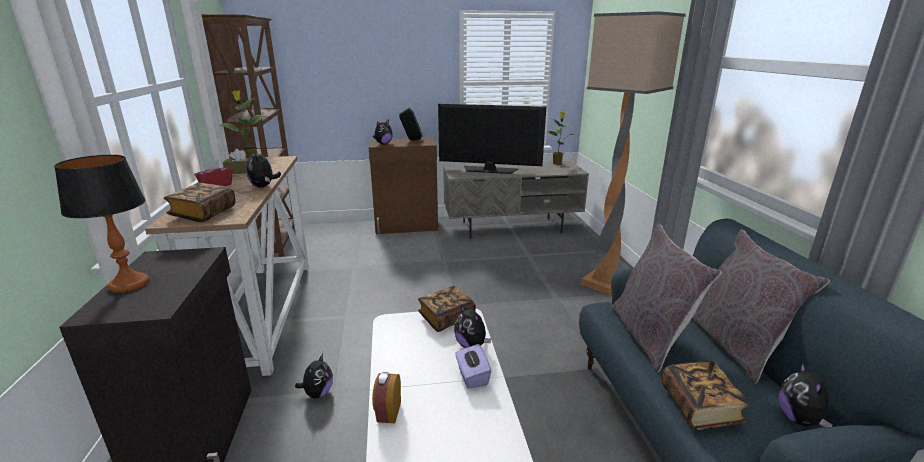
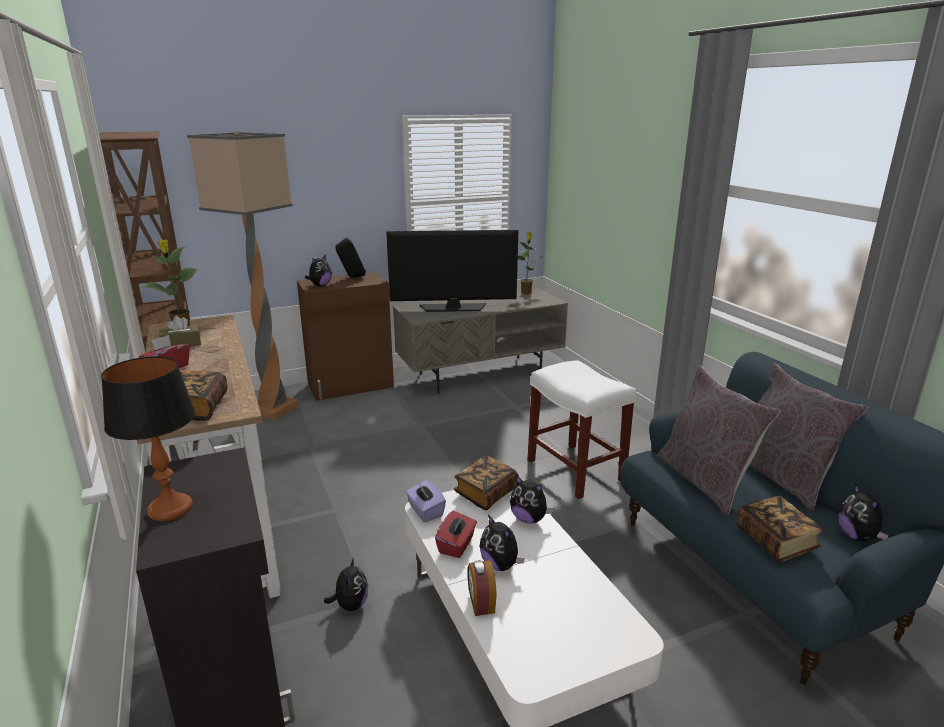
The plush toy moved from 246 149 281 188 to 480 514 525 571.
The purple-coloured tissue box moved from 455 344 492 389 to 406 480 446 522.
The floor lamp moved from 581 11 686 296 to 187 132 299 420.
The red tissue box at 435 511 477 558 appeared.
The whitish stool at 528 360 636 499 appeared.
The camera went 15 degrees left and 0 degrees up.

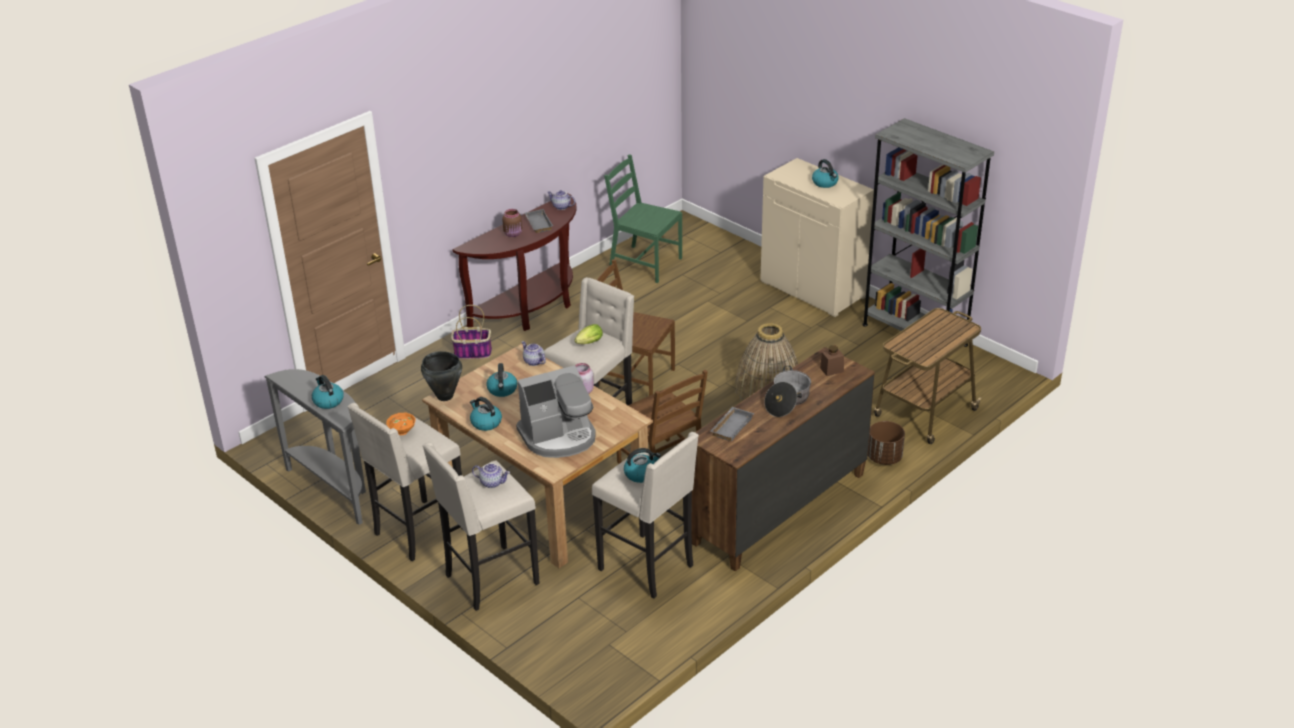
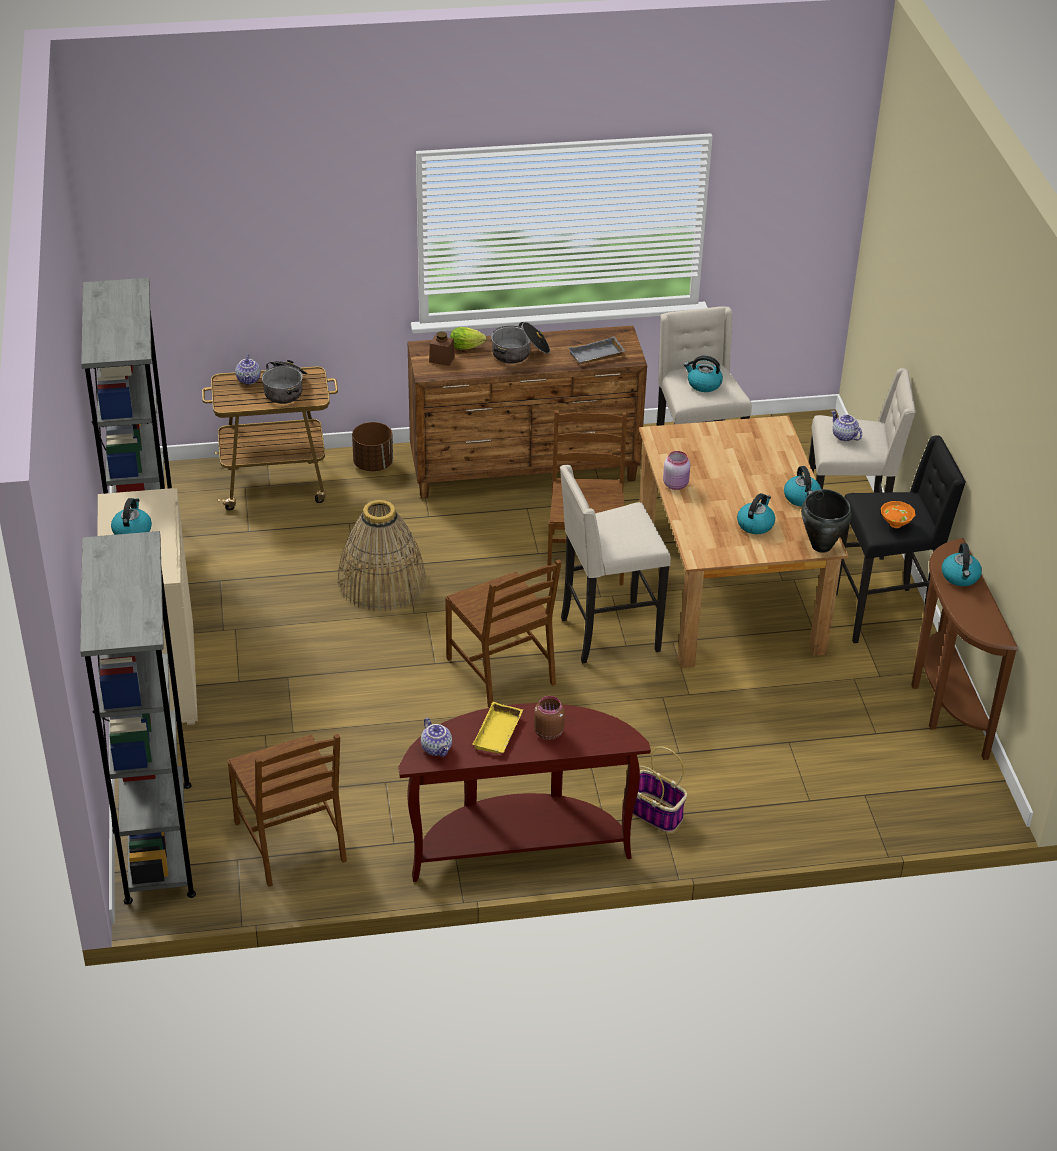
The grey console table at 265 369 366 525 became the brown console table at 911 538 1018 760.
The beige stool at 348 403 464 561 became the black stool at 836 435 966 643.
The coffee machine at 516 365 596 458 disappeared.
The teapot moved from 522 341 546 366 to 235 354 261 385.
The grey tray at 524 209 553 233 became the yellowish tray at 472 702 523 754.
The lettuce head moved from 574 324 603 344 to 450 327 487 349.
The green upright chair at 604 154 682 283 became the brown upright chair at 228 734 347 887.
The grey bookshelf at 80 531 196 904 appeared.
The cooking pot at 262 360 307 404 appeared.
The camera went 145 degrees left and 5 degrees up.

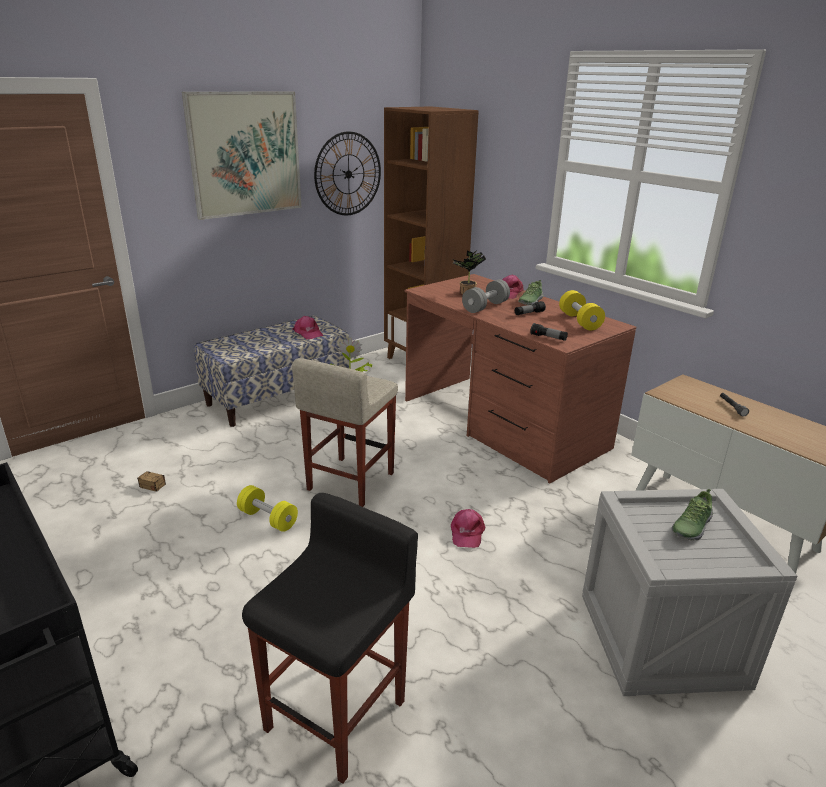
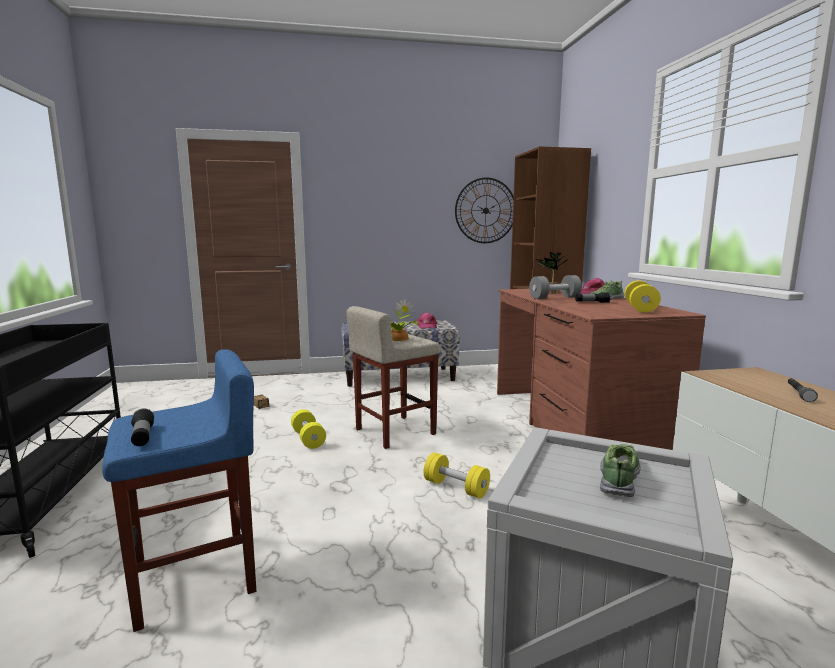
The picture at 182 92 302 220 disappeared.
The black stool at 242 493 418 784 became the blue-coloured stool at 102 349 256 632.
The pink-coloured peaked cap at 451 509 486 548 was replaced by the yellowish free weight at 424 452 490 499.
The flashlight moved from 530 323 568 341 to 131 408 154 446.
The shoe at 671 489 713 540 turned 135 degrees clockwise.
The camera went 30 degrees right and 15 degrees down.

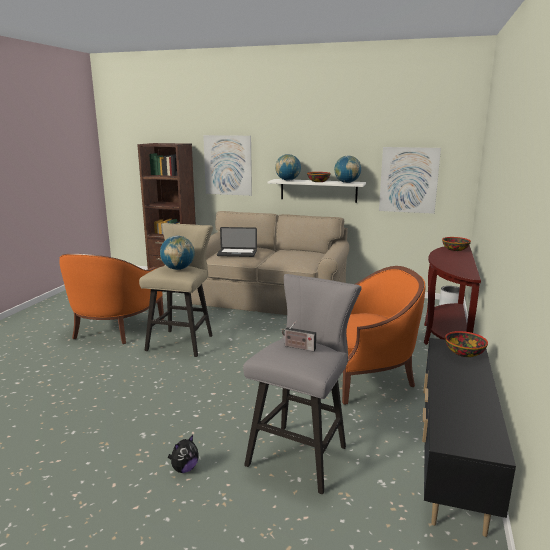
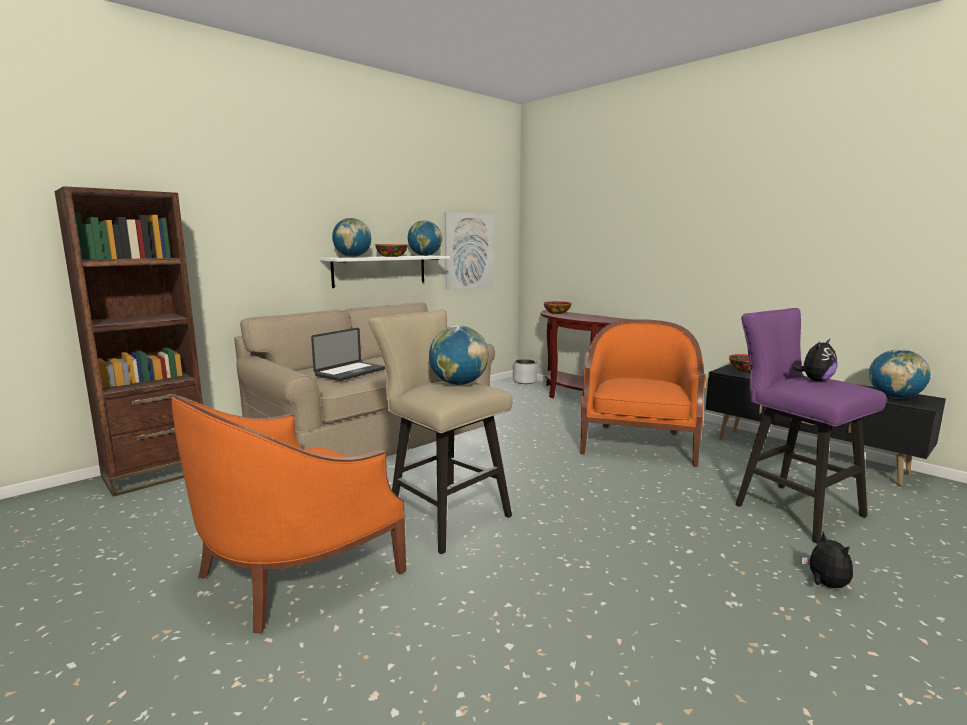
The orange easy chair at 59 254 164 344 turned 90 degrees clockwise.
The picture at 203 135 252 196 disappeared.
The grey stool at 243 274 362 495 became the purple-coloured stool at 736 308 887 544.
The radio receiver at 282 320 316 352 was replaced by the plush toy at 792 339 837 381.
The world globe at 869 349 931 399 appeared.
The camera went 60 degrees left and 5 degrees down.

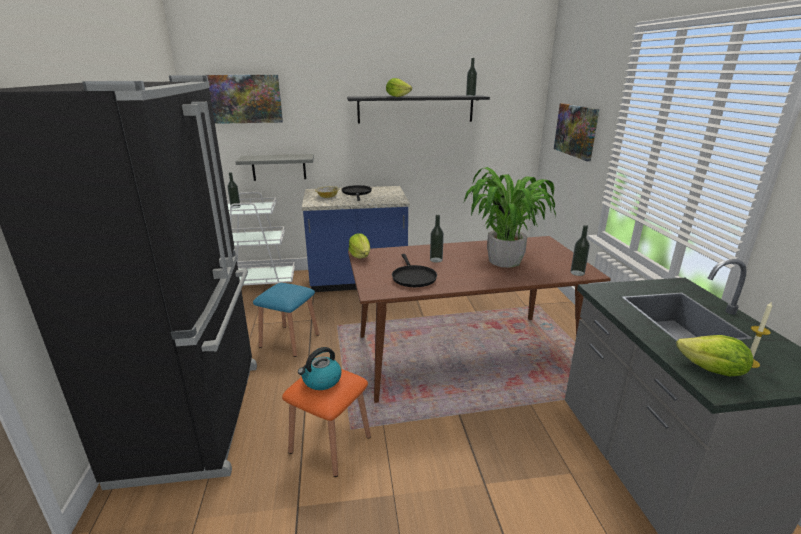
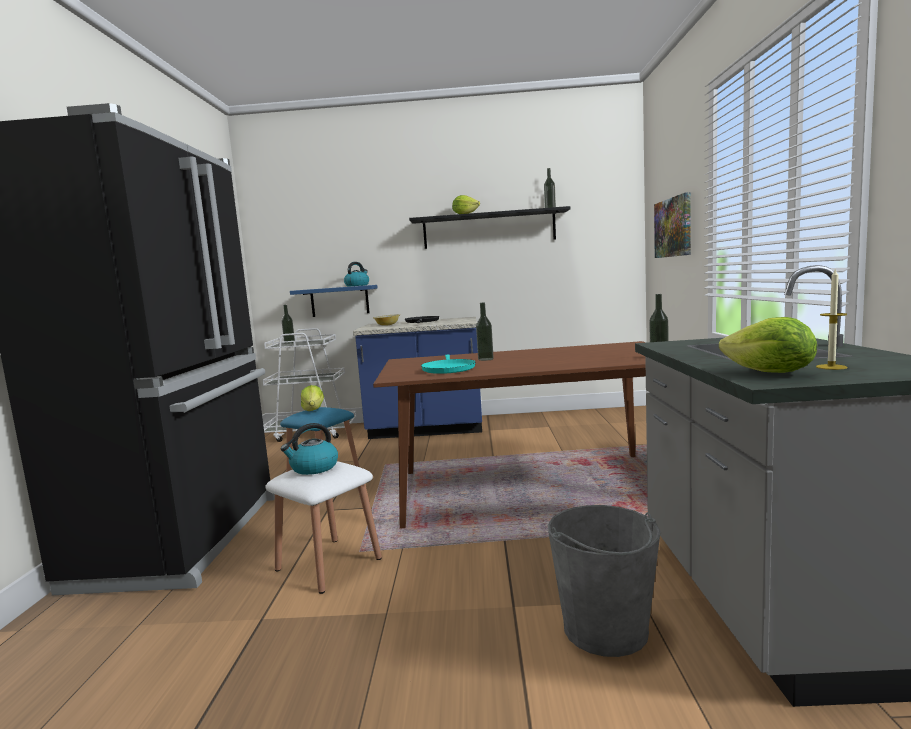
The picture at 207 75 283 124 disappeared.
The grey bracket shelf at 235 154 314 181 became the blue-coloured bracket shelf at 290 285 378 317.
The orange stool at 282 369 371 477 became the whitish stool at 265 461 382 594.
The lettuce head moved from 349 233 370 258 to 301 385 324 411.
The black frying pan at 392 254 437 287 became the turquoise frying pan at 421 354 476 374.
The plant in a pot at 463 167 556 268 disappeared.
The water kettle at 344 262 369 287 appeared.
The grey water bucket at 548 505 661 657 appeared.
The camera went 10 degrees right and 15 degrees down.

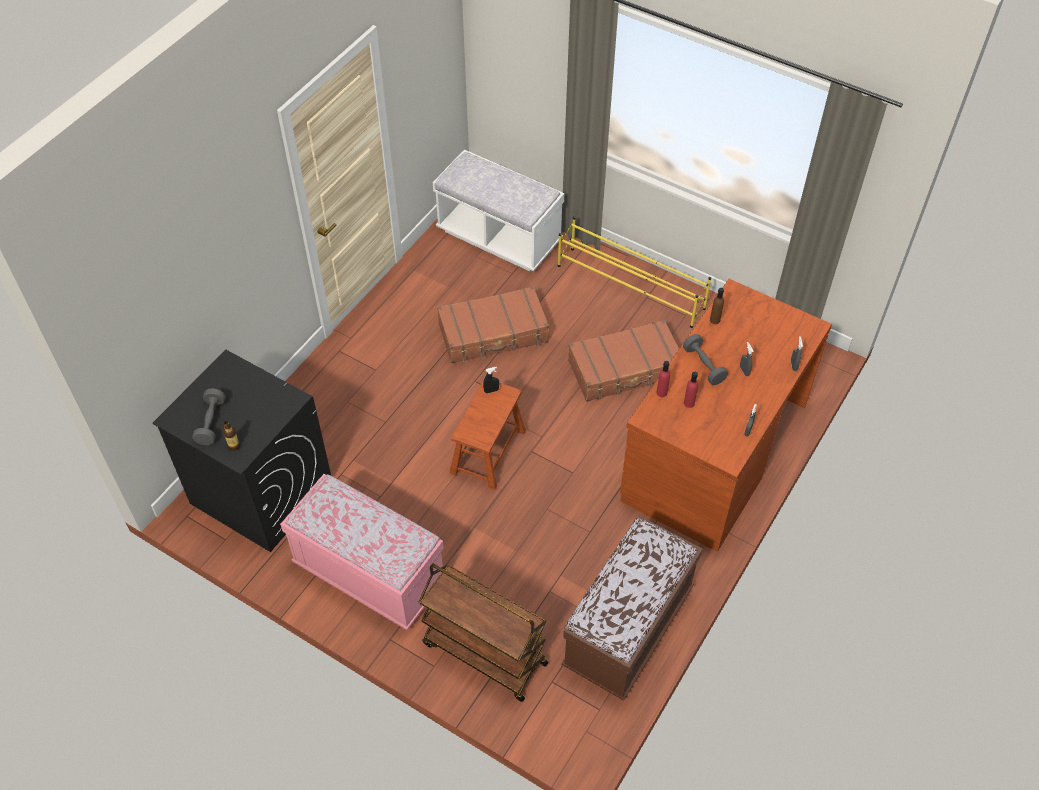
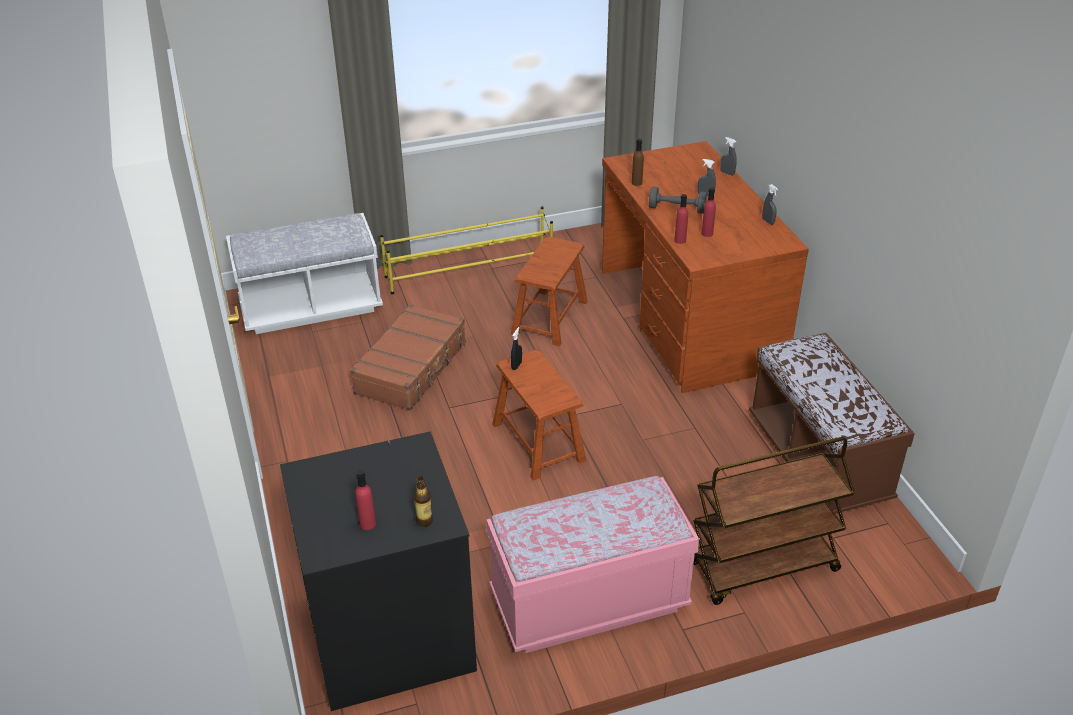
The grey free weight at 193 388 225 445 was replaced by the red bottle at 355 470 376 530.
The brown piece of luggage at 568 320 679 402 was replaced by the brown stool at 511 237 588 346.
The camera went 50 degrees left and 15 degrees down.

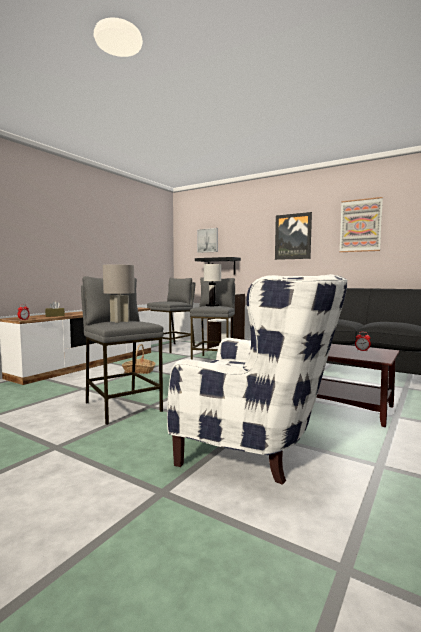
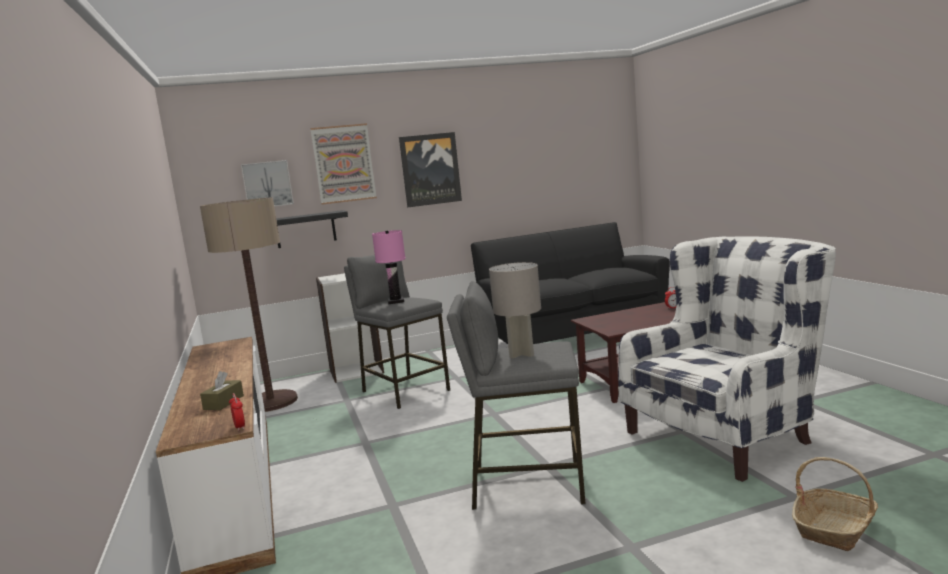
The basket moved from 122 344 156 374 to 792 457 878 551.
The grey stool at 147 278 196 353 was replaced by the floor lamp at 200 198 298 412.
The whitish lamp for a table at 204 263 221 307 became the pink-coloured lamp for a table at 372 230 406 304.
The picture moved from 339 197 383 252 to 310 123 377 205.
The camera went 50 degrees left and 5 degrees up.

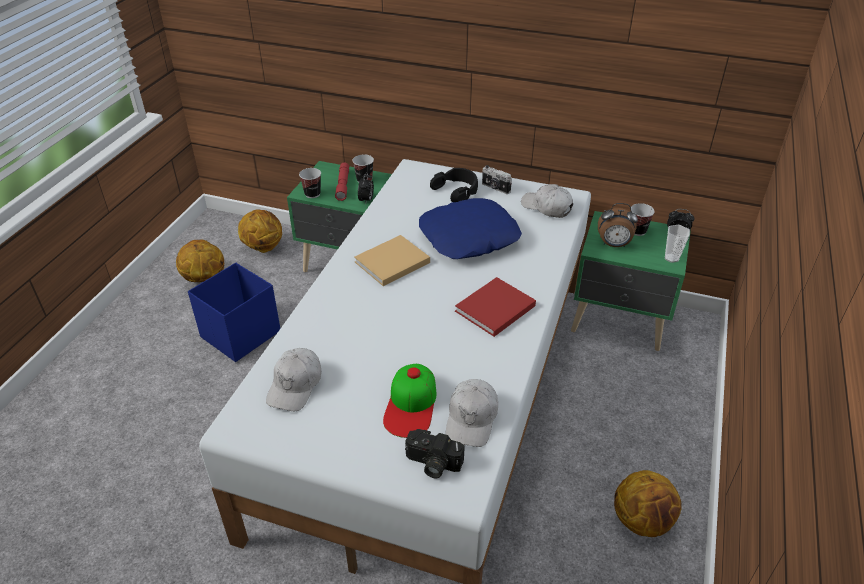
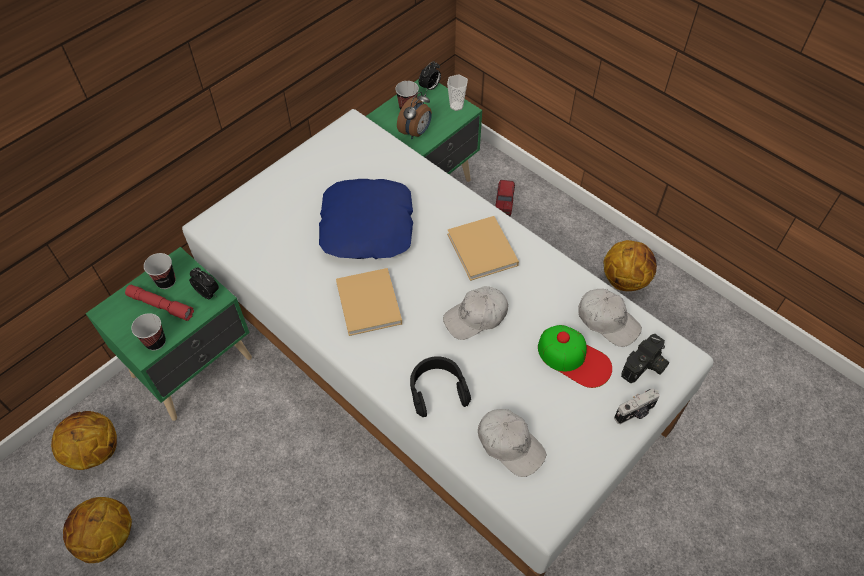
The blue-coloured storage bin at 188 263 280 362 disappeared.
The black headphones moved from 430 168 478 202 to 410 356 471 417.
The red bound book at 455 277 536 337 became the beige bound book at 447 216 519 281.
The still camera moved from 482 165 512 194 to 614 388 660 424.
The whitish peaked cap moved from 521 184 573 218 to 443 286 508 340.
The toy lorry at 495 180 515 216 appeared.
The camera went 65 degrees left and 15 degrees up.

